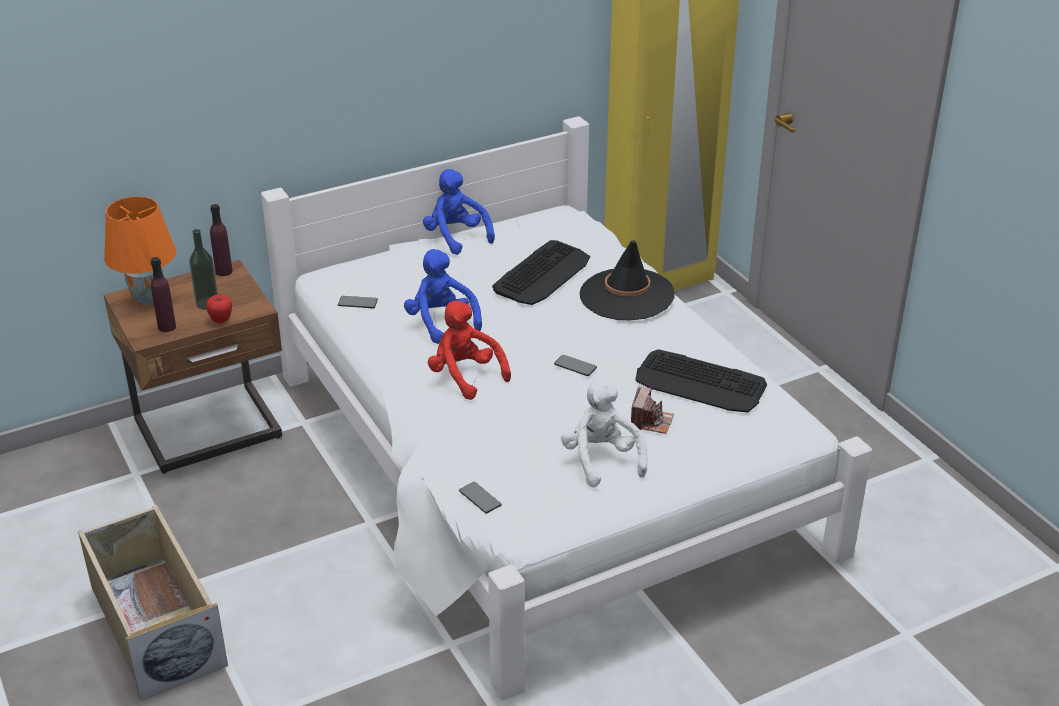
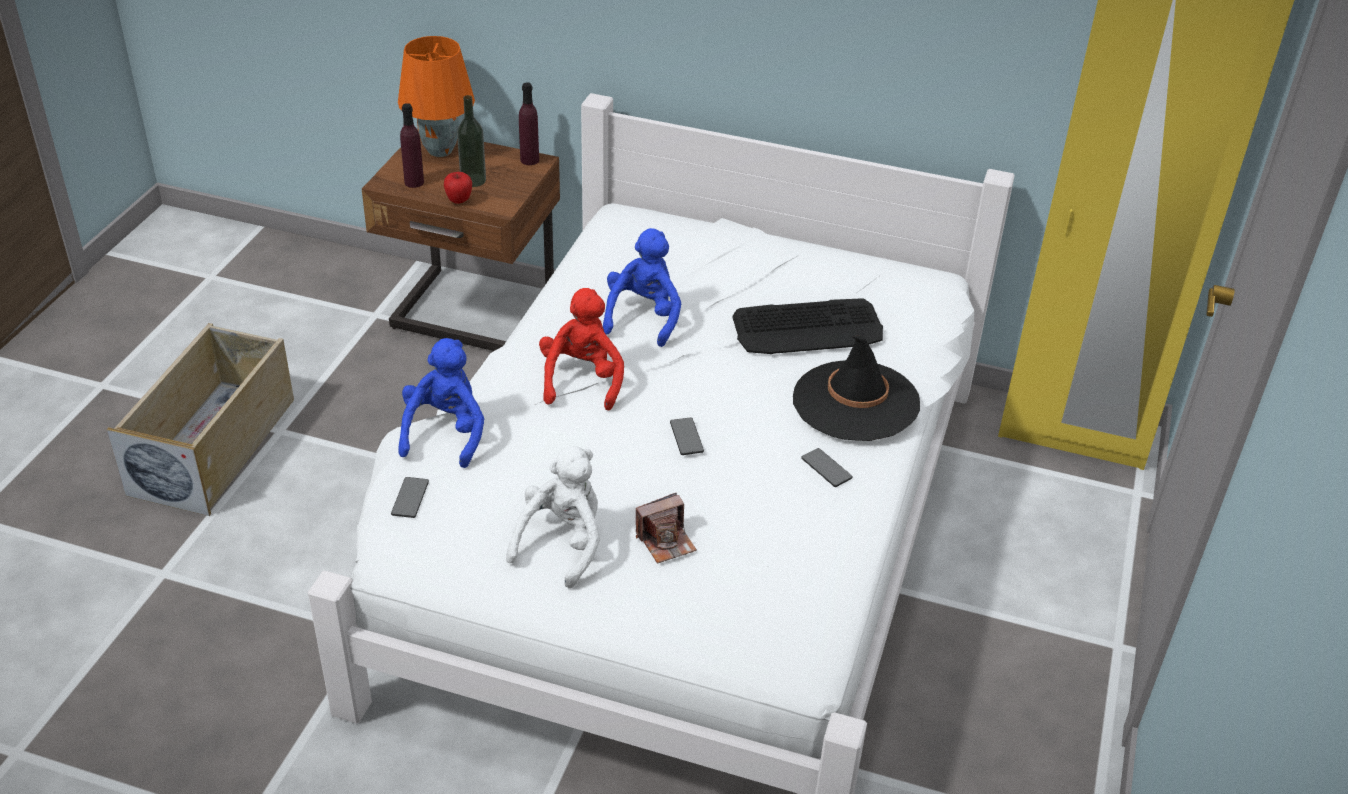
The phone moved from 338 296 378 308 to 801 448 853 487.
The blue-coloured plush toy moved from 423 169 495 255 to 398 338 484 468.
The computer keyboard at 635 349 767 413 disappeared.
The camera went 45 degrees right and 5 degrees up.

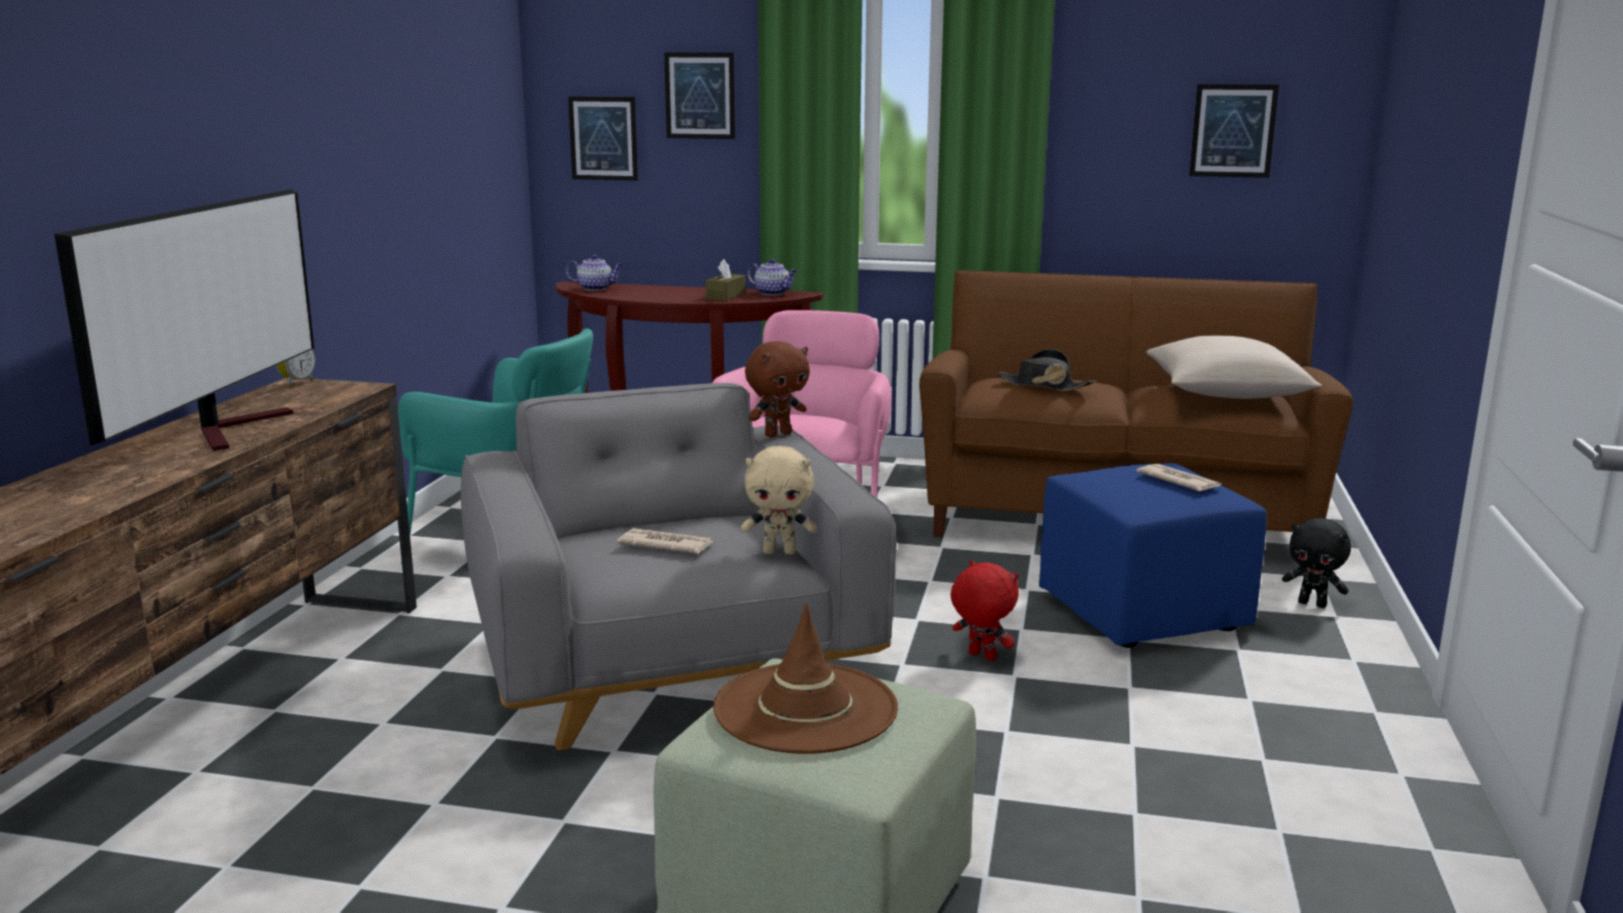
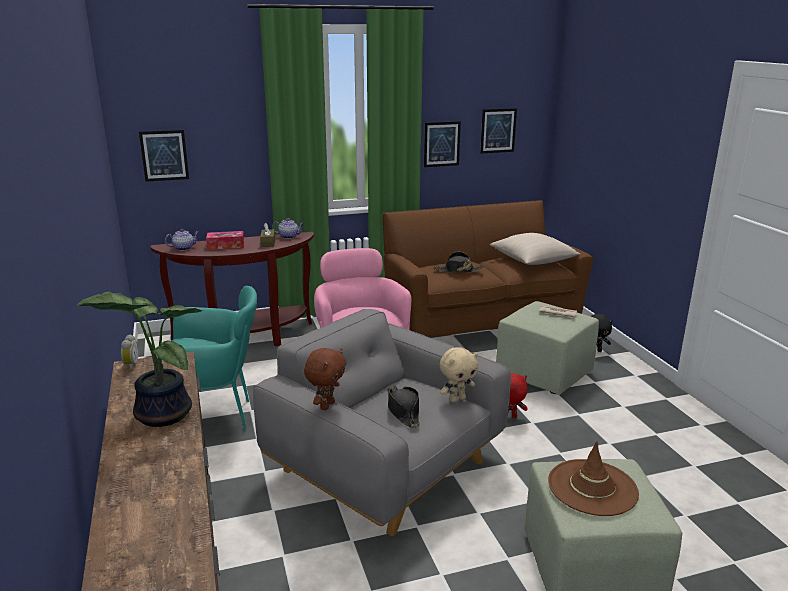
The television at 54 189 314 451 was replaced by the plant in a pot at 77 292 204 427.
The daily paper at 617 528 714 554 was replaced by the black clothing hat at 387 386 420 428.
The picture moved from 664 52 735 139 to 424 121 461 167.
The brown plush toy moved from 745 341 810 438 to 304 348 346 410.
The blue-coloured ottoman at 1039 463 1267 648 became the green ottoman at 496 301 599 395.
The tissue box at 206 231 244 250 appeared.
The camera went 30 degrees left and 5 degrees up.

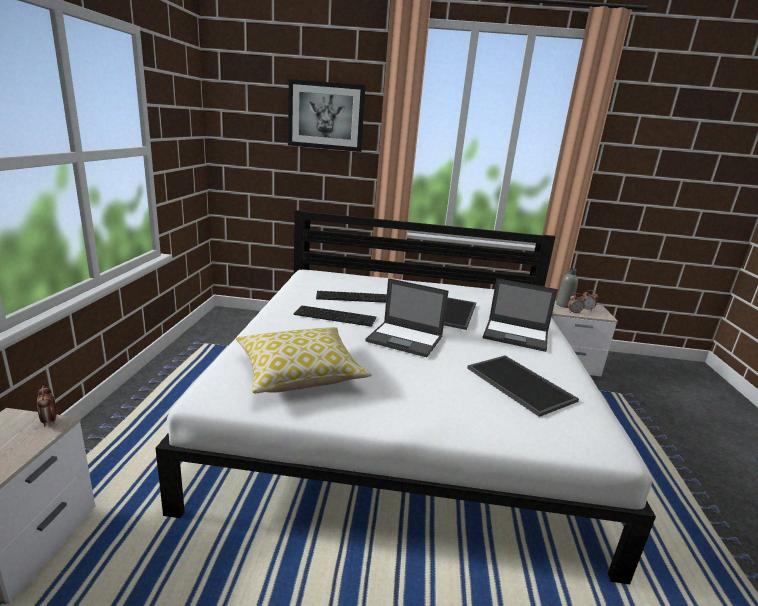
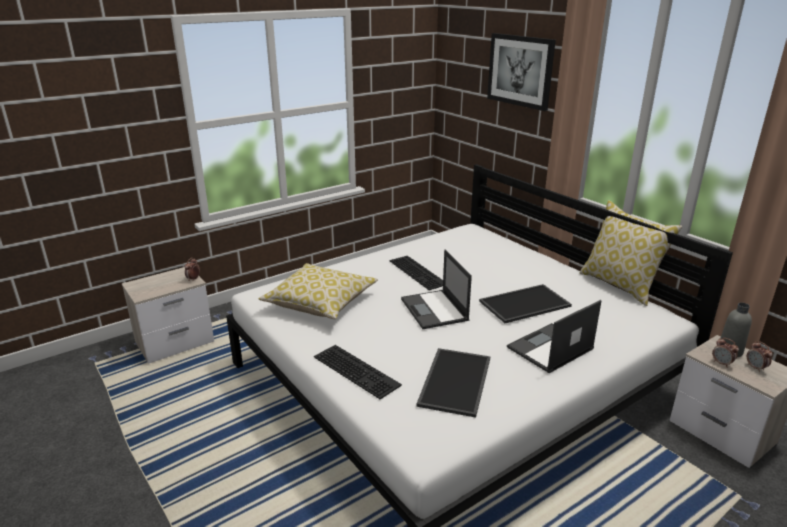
The computer keyboard moved from 316 291 387 303 to 314 345 402 399.
The portable computer at 483 278 558 352 turned 75 degrees clockwise.
The throw pillow at 580 200 682 306 appeared.
The camera went 50 degrees right and 5 degrees up.

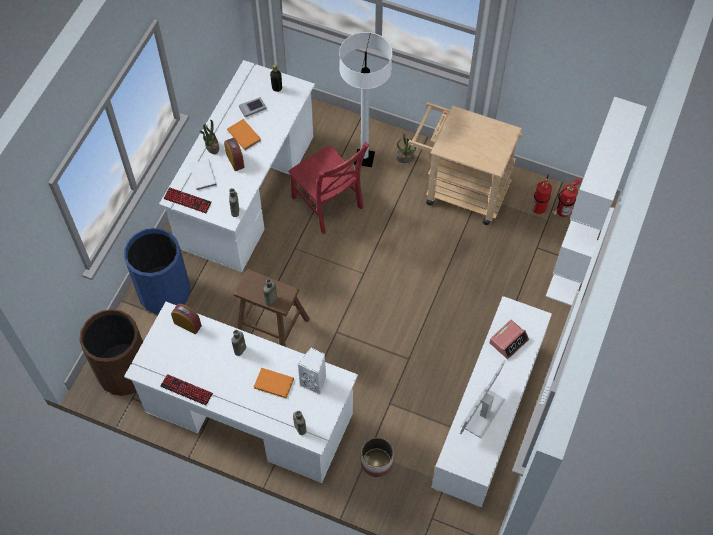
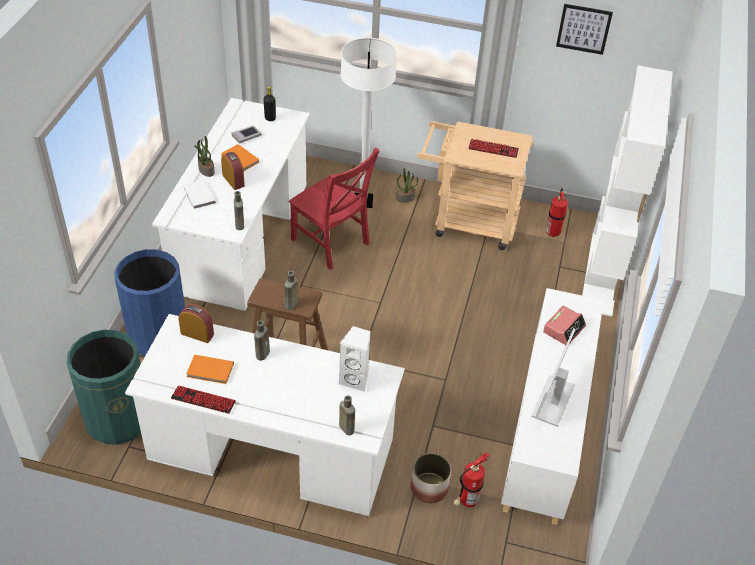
The brown waste bin at 79 309 143 396 became the green waste bin at 67 330 141 445.
The computer keyboard moved from 164 187 212 213 to 468 139 519 158.
The orange bound book moved from 254 368 294 399 to 186 355 234 384.
The fire extinguisher moved from 552 178 582 217 to 454 453 489 507.
The picture at 556 4 613 55 appeared.
The camera went 10 degrees left and 15 degrees down.

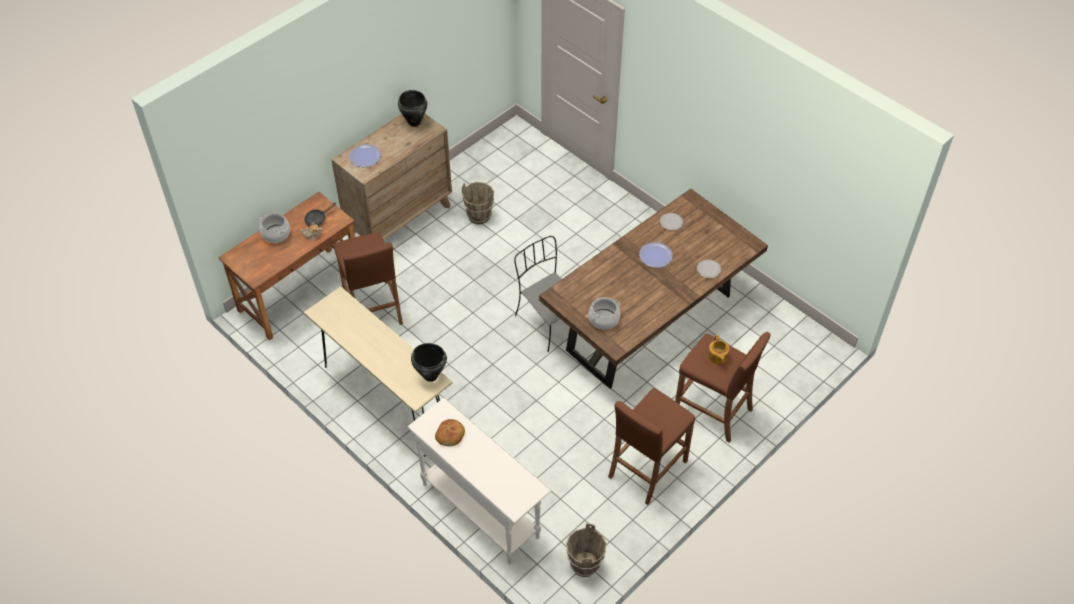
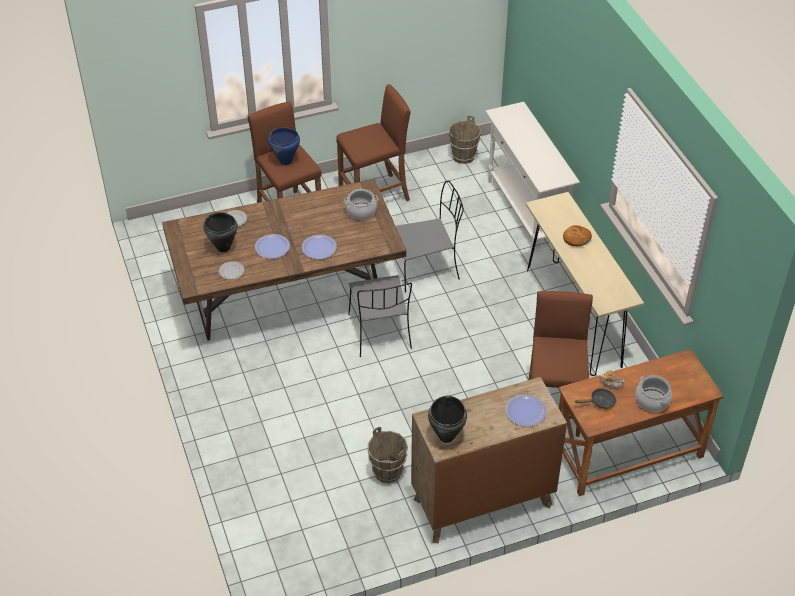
The black cooking pot moved from 411 343 447 382 to 204 212 238 252.
The bread moved from 435 419 465 446 to 563 225 592 246.
The teapot at 708 335 729 365 was replaced by the blue-coloured cooking pot at 268 127 300 165.
The dinner plate at 302 235 337 259 appeared.
The grey upright chair at 396 181 464 292 appeared.
The camera went 155 degrees left and 5 degrees down.

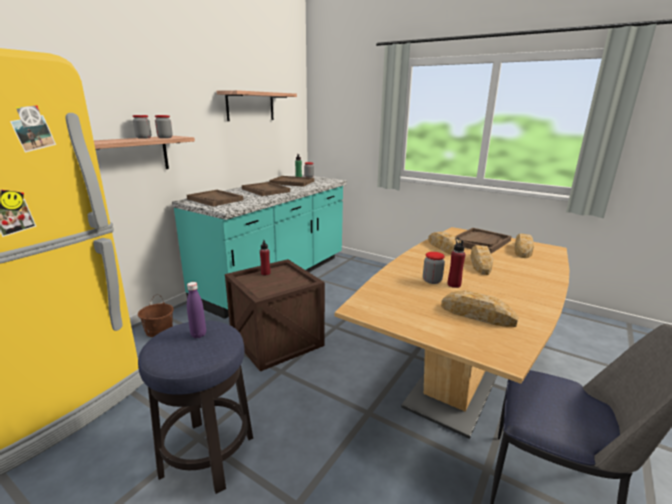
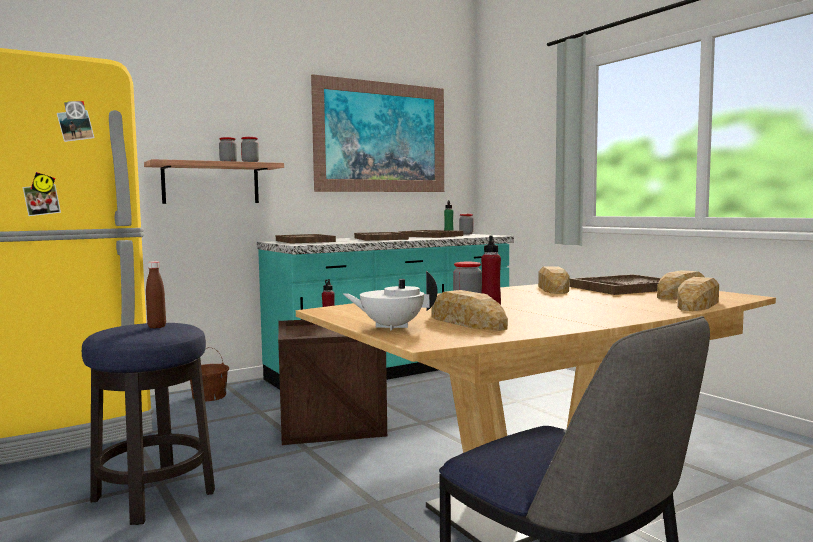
The purple-coloured bottle at 187 282 206 338 became the brown bottle at 146 261 166 328.
The bracket shelf at 217 90 297 121 was replaced by the picture at 311 74 444 192.
The bread moved from 470 245 493 275 to 677 277 719 311.
The whitish teapot at 343 271 438 331 appeared.
The camera went 25 degrees right and 15 degrees down.

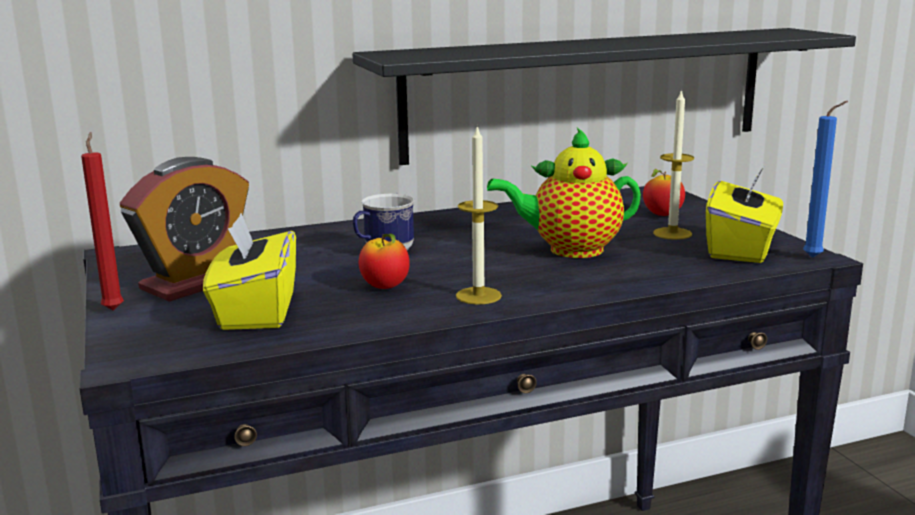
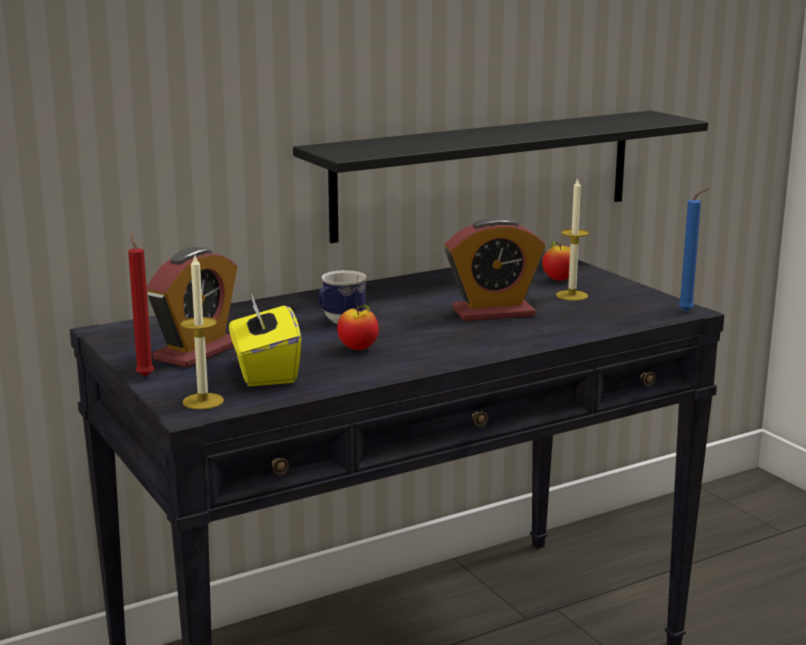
The wax light moved from 456 126 502 305 to 181 253 224 410.
The teapot at 487 128 641 258 was replaced by the table clock at 445 217 546 321.
The yellowish tissue box at 706 167 783 263 disappeared.
The camera went 10 degrees left and 0 degrees up.

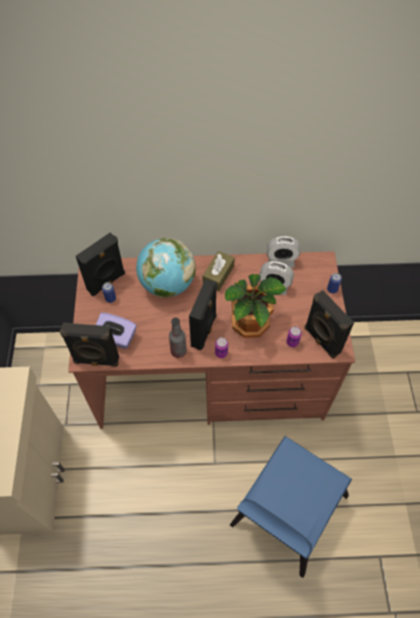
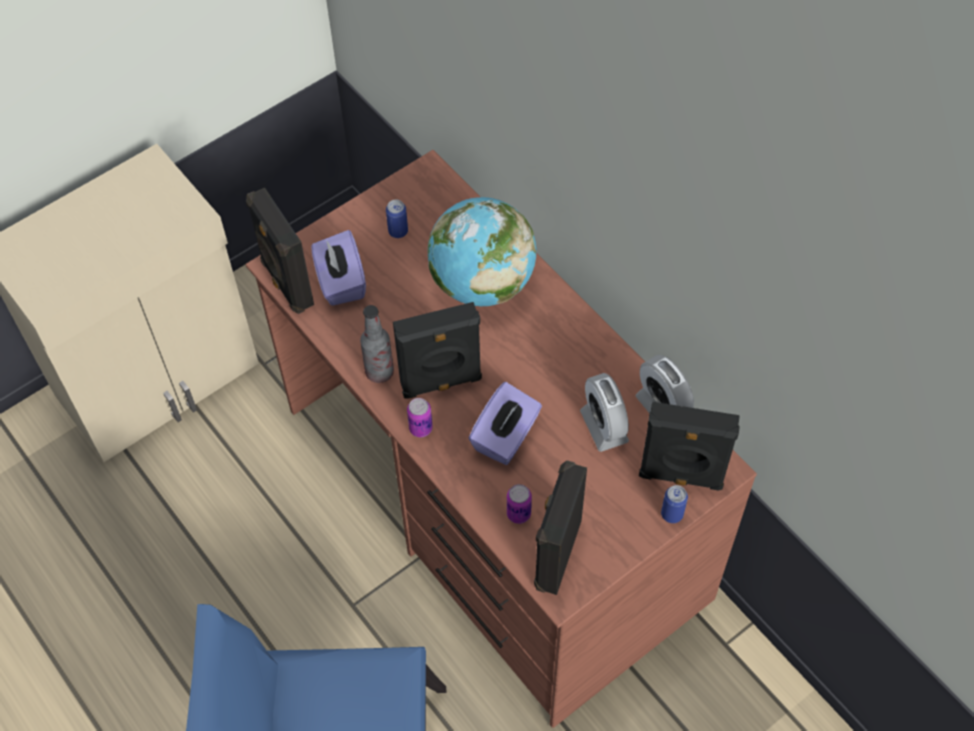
The black audio speaker moved from 76 232 125 296 to 639 402 740 491.
The brown tissue box at 203 251 235 291 disappeared.
The plant in a pot at 225 274 286 338 was replaced by the purple-coloured tissue box at 469 382 542 465.
The camera went 55 degrees right and 0 degrees up.

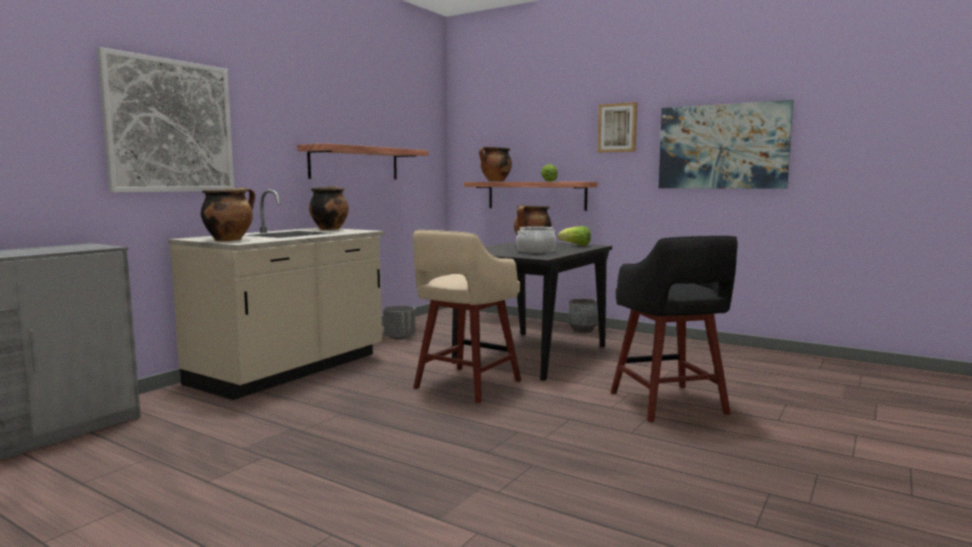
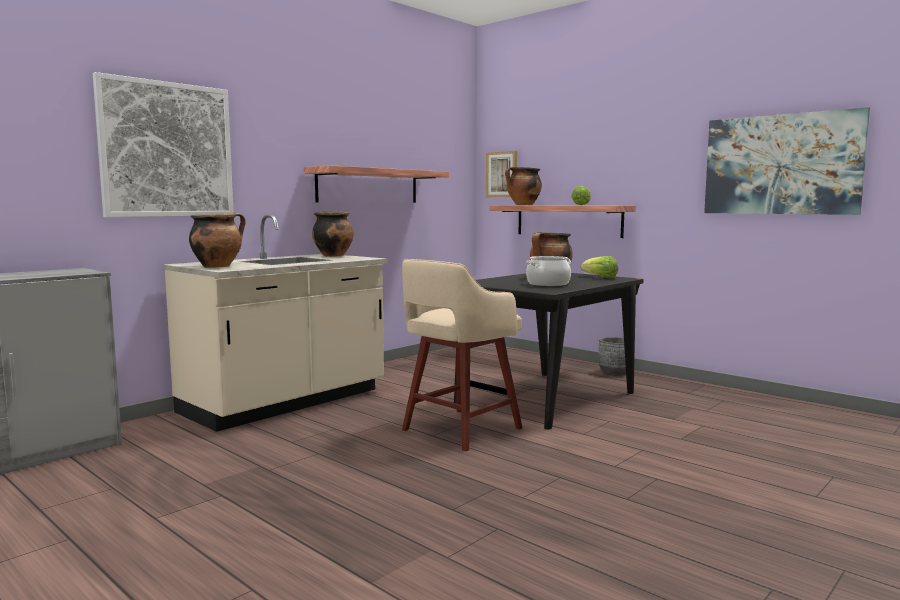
The grey plant pot at 383 306 416 340 disappeared.
The picture moved from 598 102 637 153 to 486 151 517 197.
The black stool at 611 236 738 422 disappeared.
The camera went 10 degrees right and 0 degrees up.

